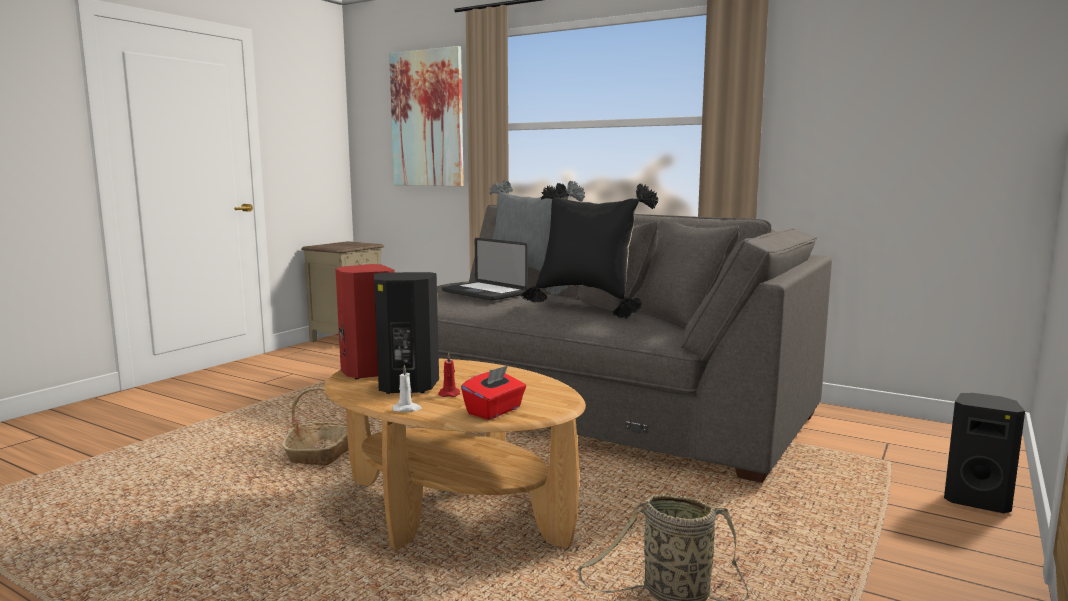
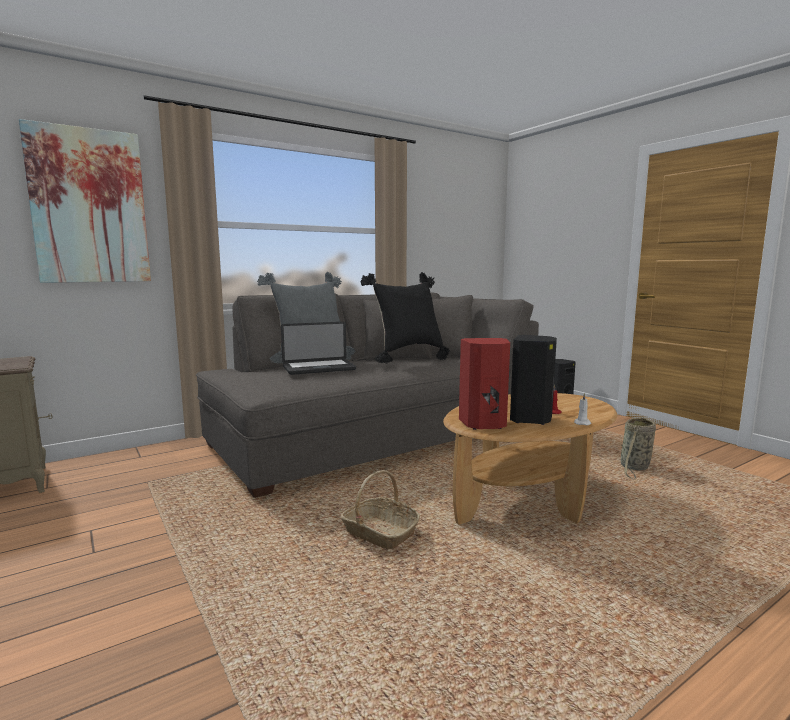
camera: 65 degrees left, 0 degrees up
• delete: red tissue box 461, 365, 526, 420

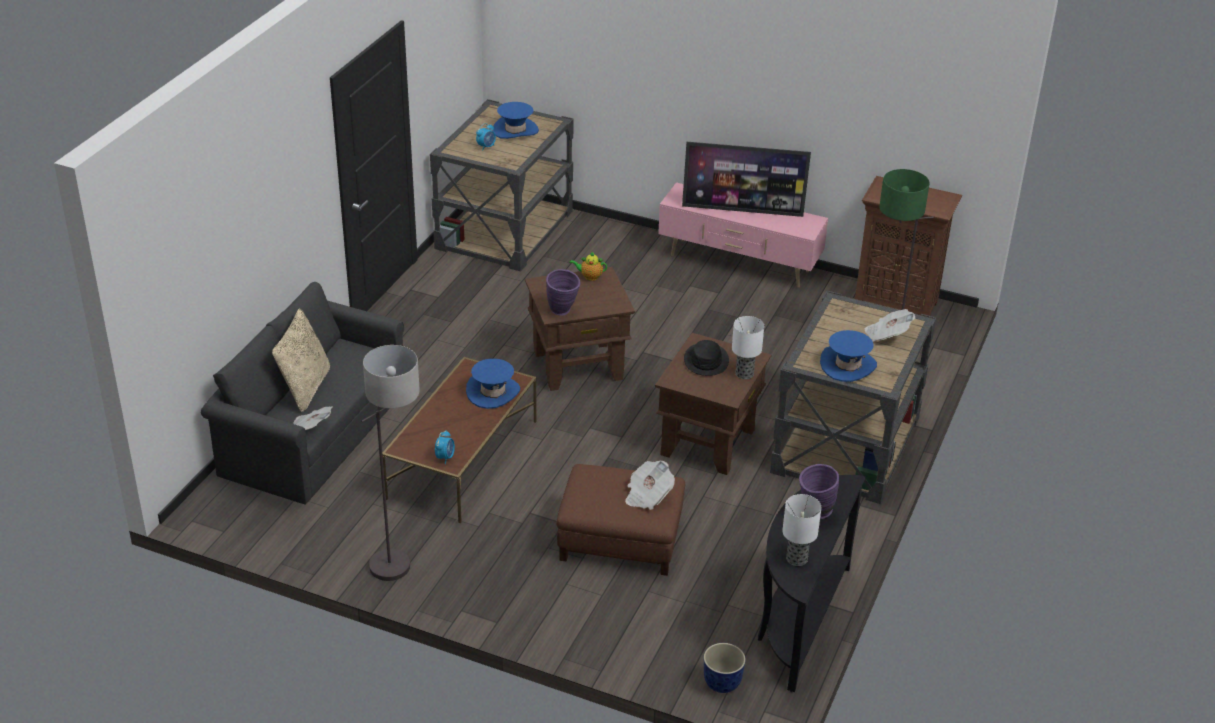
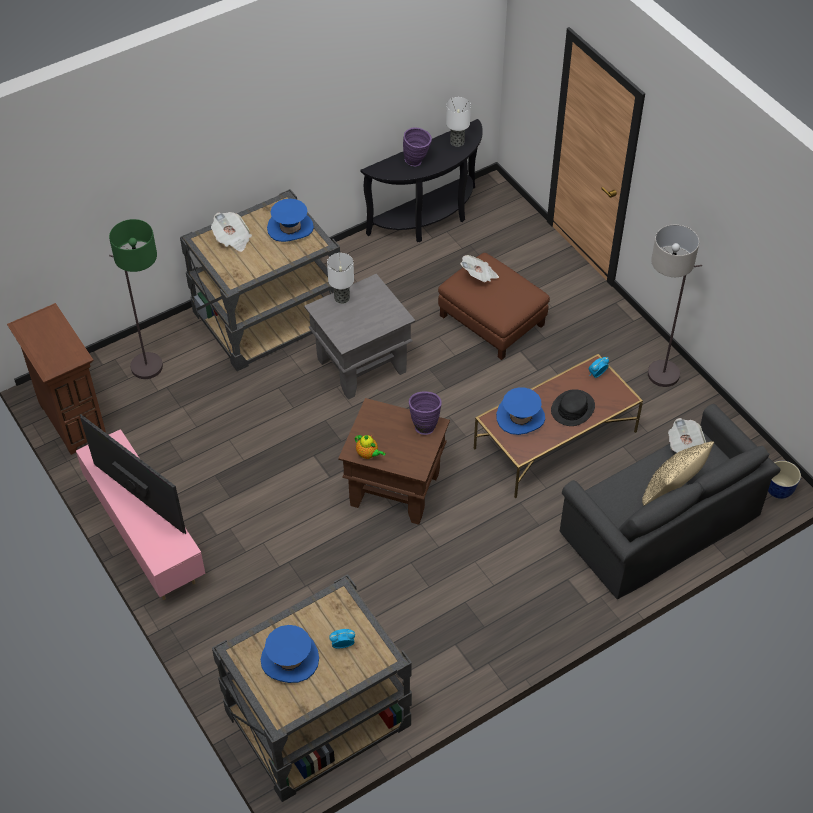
camera: 145 degrees left, 15 degrees up
• recolor: brown side table 655, 333, 772, 475 to grey side table 304, 274, 415, 400
• move: black hat 684, 340, 729, 376 to 551, 389, 595, 426
• move: planter 704, 643, 746, 693 to 768, 461, 801, 499

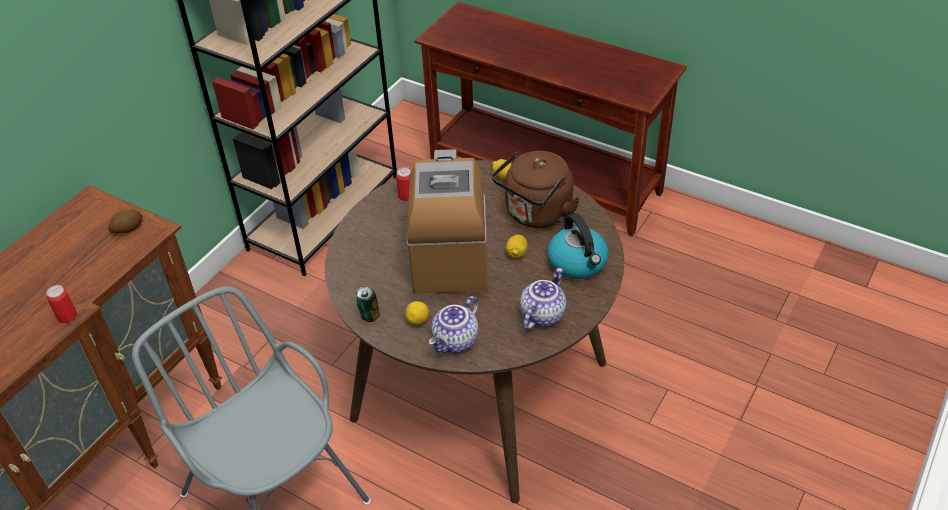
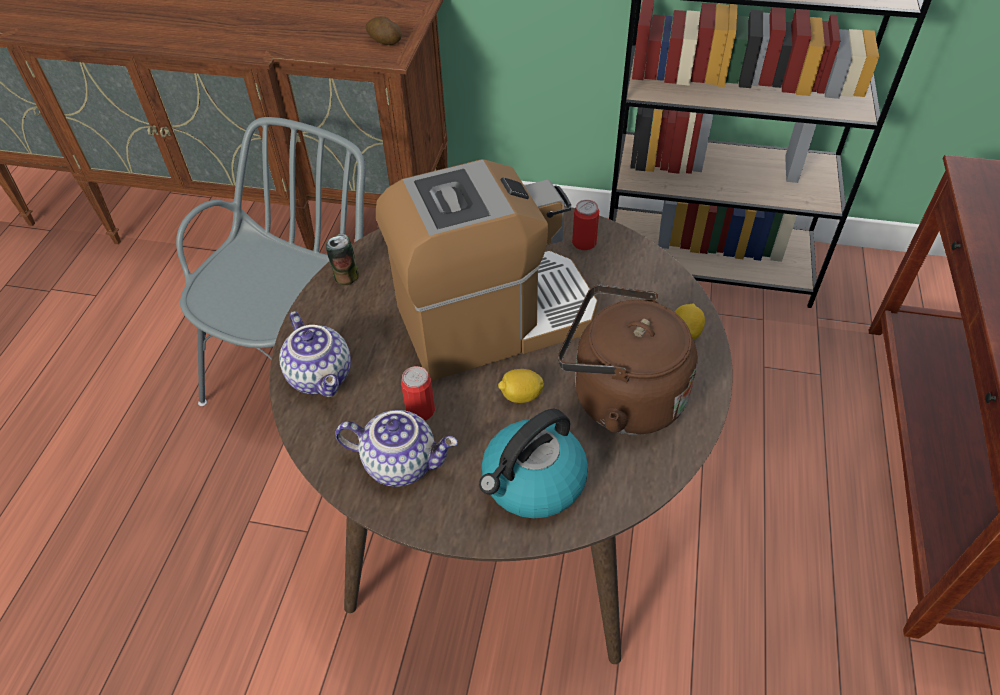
camera: 70 degrees right, 5 degrees up
• move: can 46, 285, 77, 323 to 401, 366, 435, 421
• delete: lemon 405, 301, 429, 325
• rotate: teapot 429, 296, 479, 353 = 279, 311, 351, 397 135 degrees counterclockwise

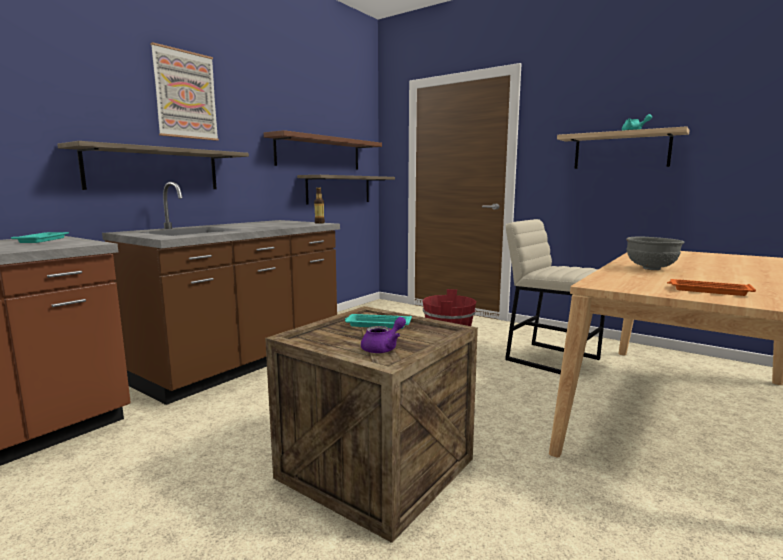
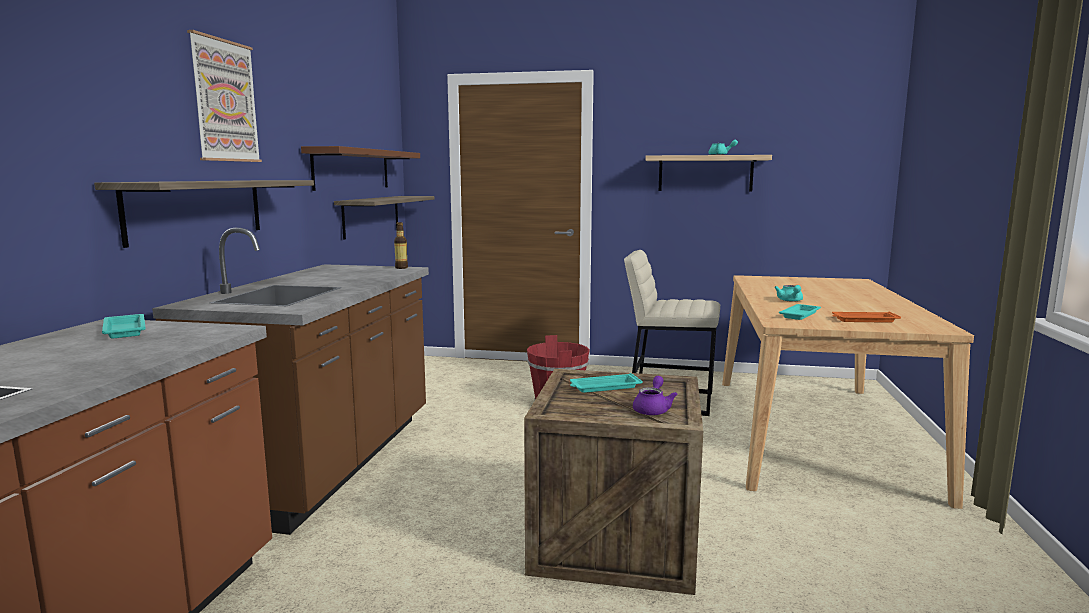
camera: 25 degrees left, 0 degrees up
• replace: grey bowl 626, 237, 684, 270 to turquoise teapot 774, 285, 803, 302
• insert: turquoise tray 779, 304, 821, 320

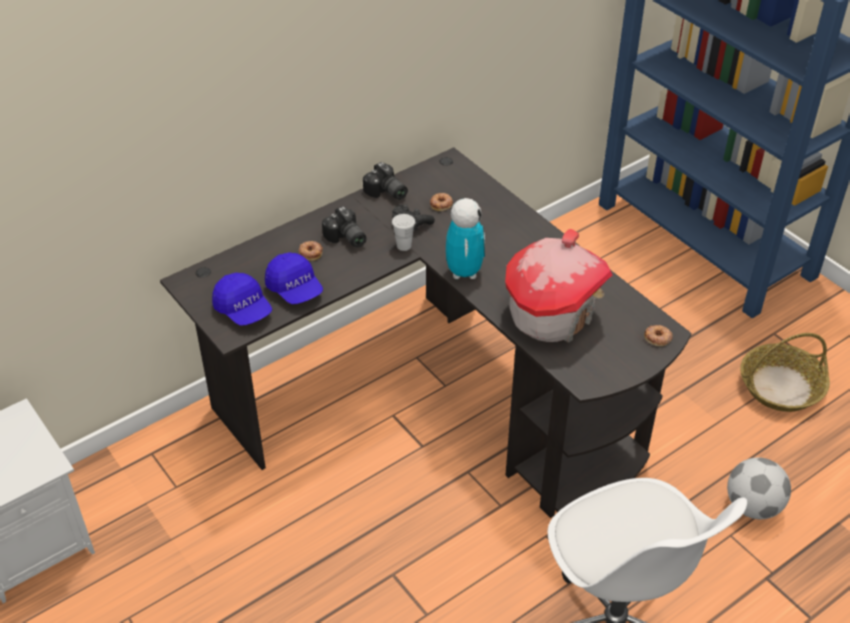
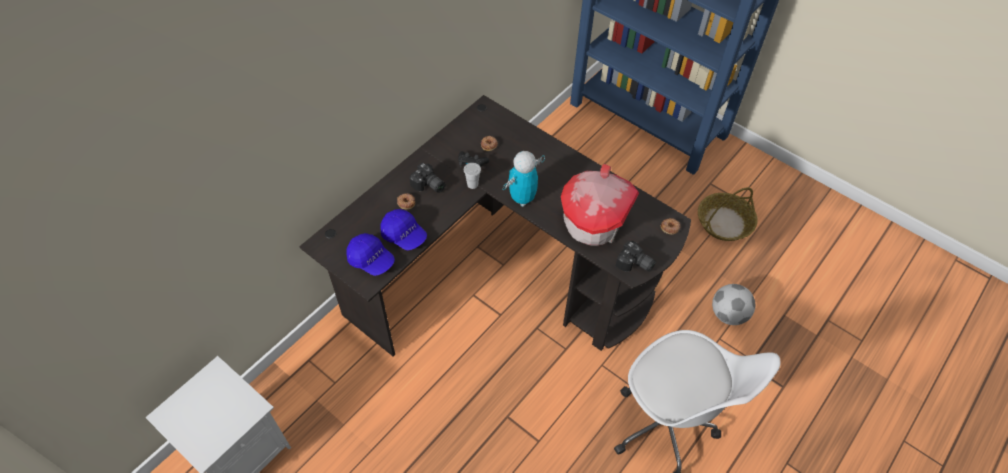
camera: 15 degrees left, 10 degrees up
• move: photo camera 363, 162, 408, 200 to 615, 241, 656, 272
• rotate: toy robot 446, 198, 485, 279 = 502, 151, 545, 207 120 degrees counterclockwise

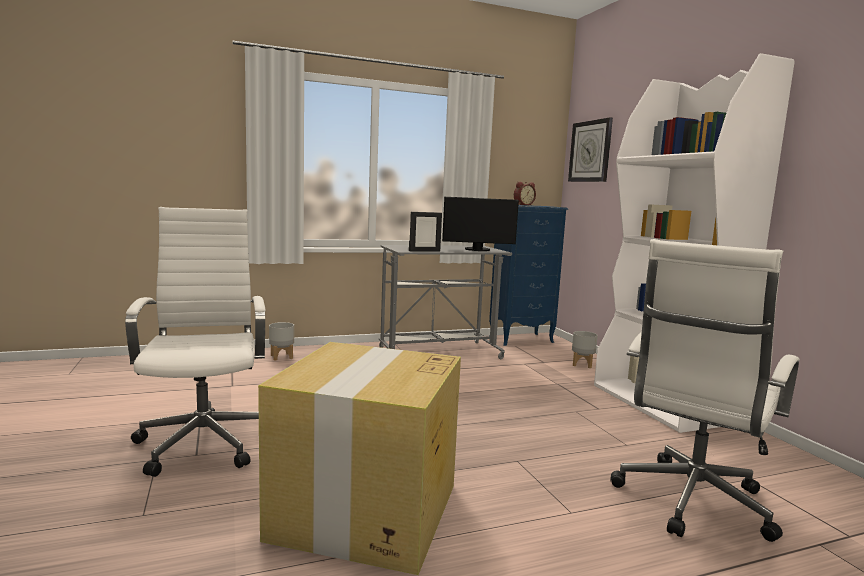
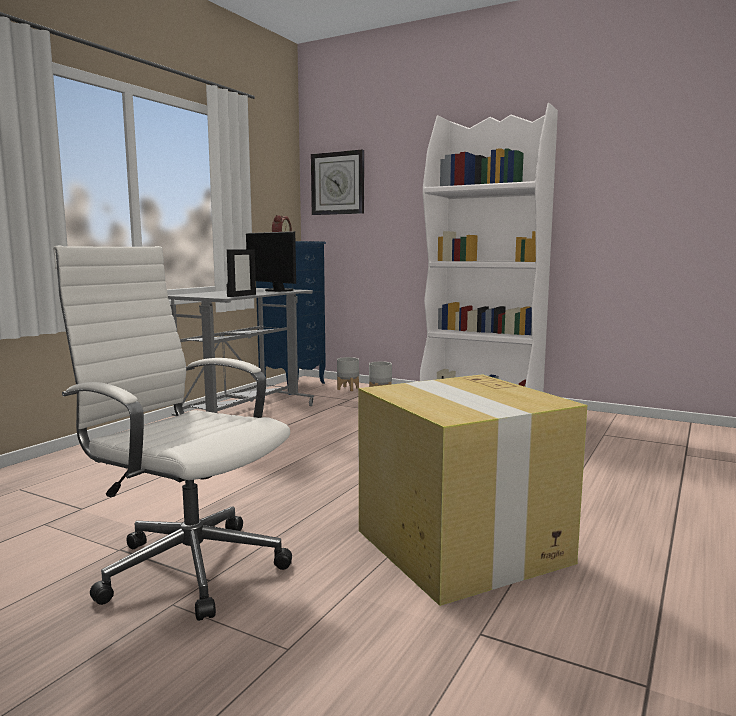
camera: 40 degrees left, 0 degrees up
• move: grey planter 269, 322, 294, 361 to 337, 357, 359, 391
• rotate: monitor 442, 197, 519, 251 = 246, 231, 296, 292 90 degrees clockwise
• delete: white office chair 611, 239, 800, 542

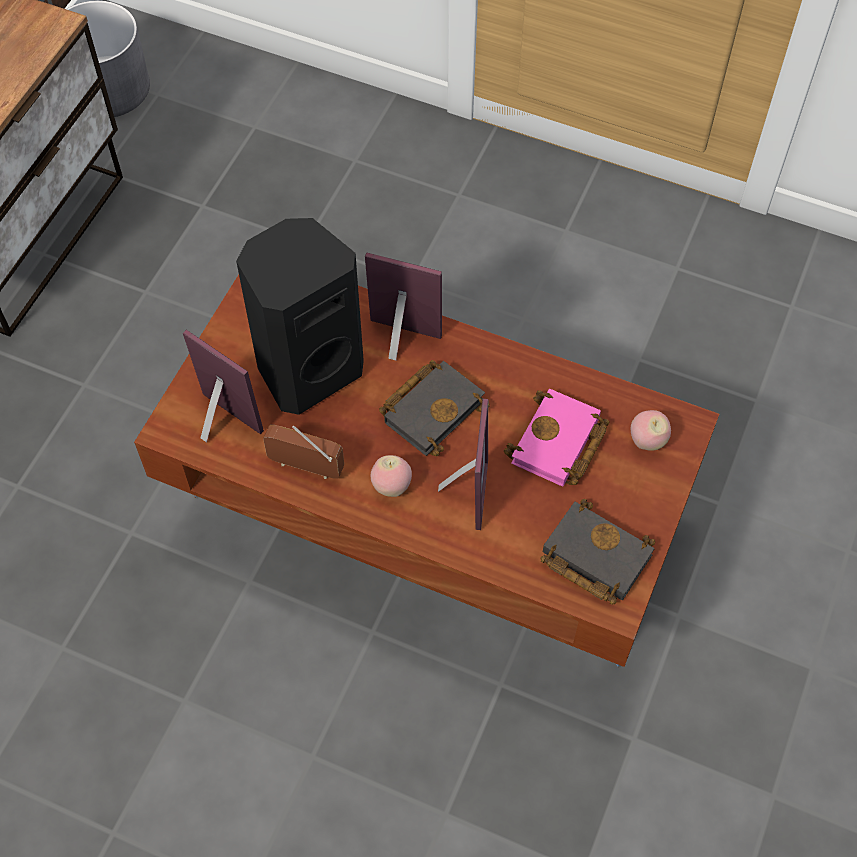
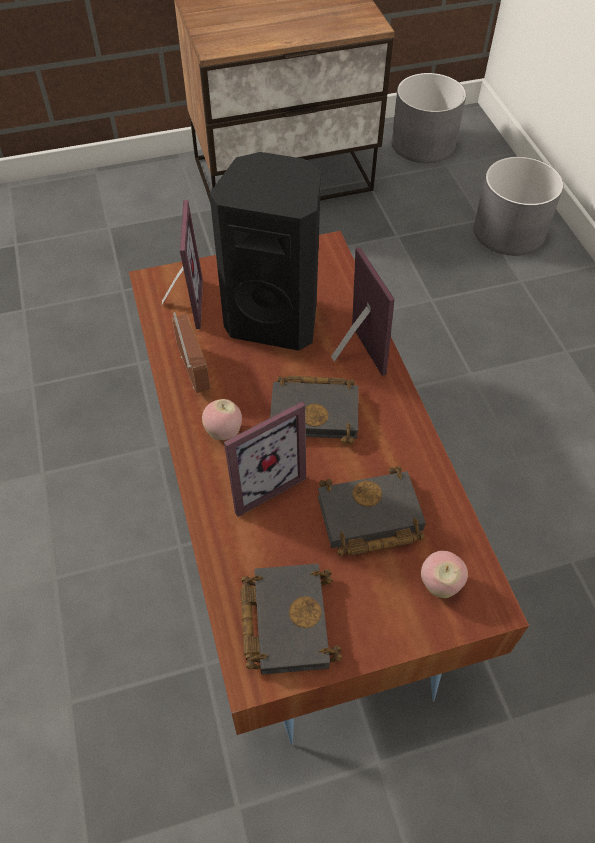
camera: 50 degrees right, 5 degrees down
• recolor: pink book 504, 389, 609, 487 to black book 318, 466, 426, 556
• insert: grey planter 474, 157, 563, 256

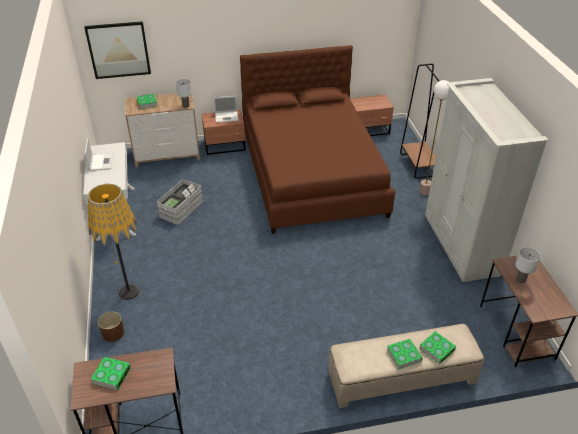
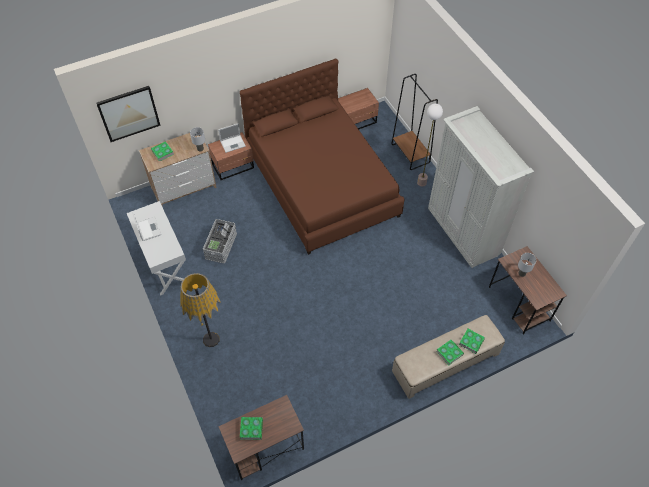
camera: 15 degrees left, 15 degrees up
• delete: brown planter 98, 311, 124, 342

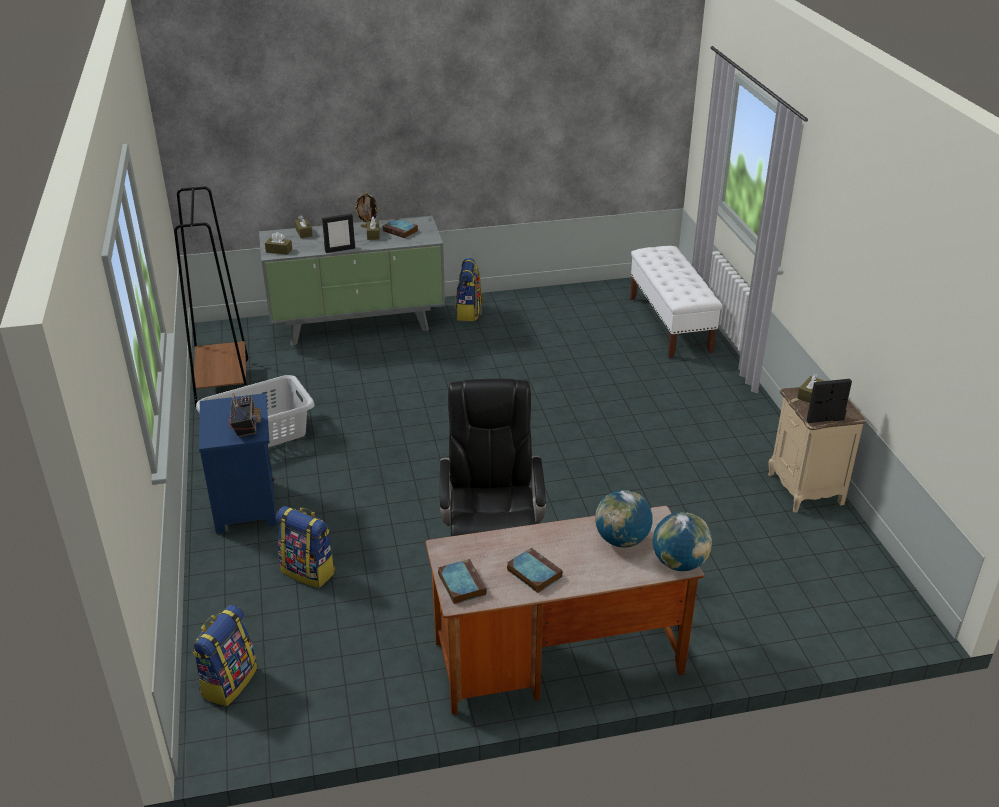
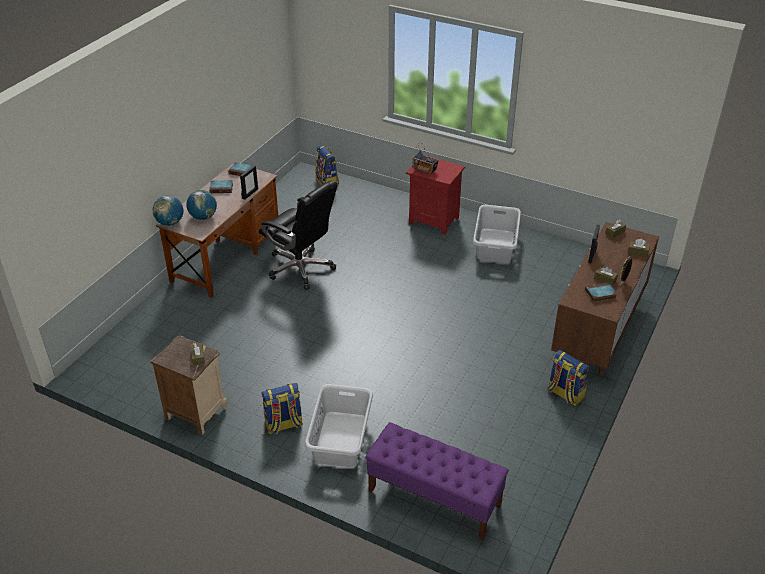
camera: 130 degrees right, 5 degrees up
• delete: clothes rack 174, 187, 248, 407
• recolor: blue nightstand 199, 393, 277, 534 to red nightstand 406, 156, 465, 234
• recolor: grey dresser 259, 216, 445, 346 to brown dresser 551, 222, 659, 376
• move: backpack 276, 506, 335, 588 to 261, 383, 303, 434
• recolor: white bench 630, 246, 722, 358 to purple bench 365, 422, 509, 541
• move: picture frame 807, 379, 852, 423 to 240, 165, 258, 200
• insert: grey laundry basket 305, 384, 373, 467

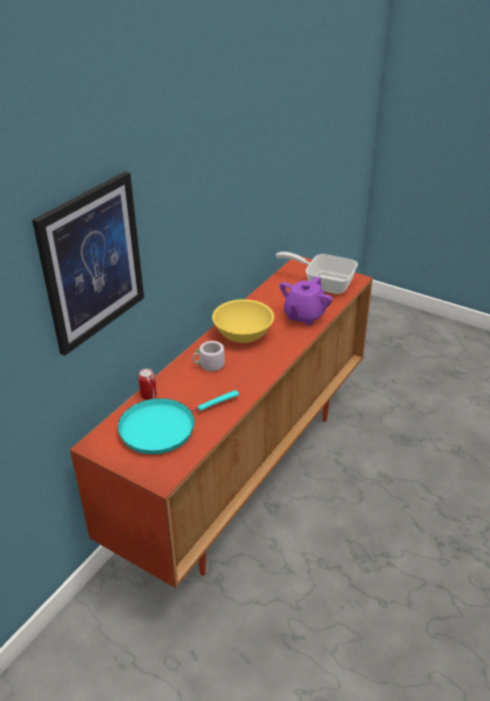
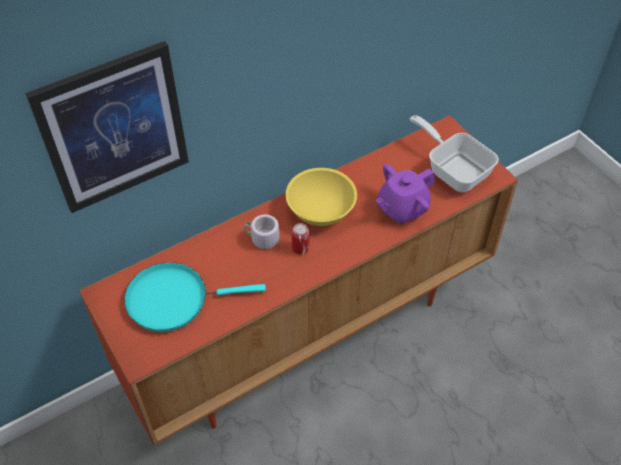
camera: 25 degrees right, 15 degrees up
• move: can 138, 368, 157, 400 to 292, 223, 309, 254

